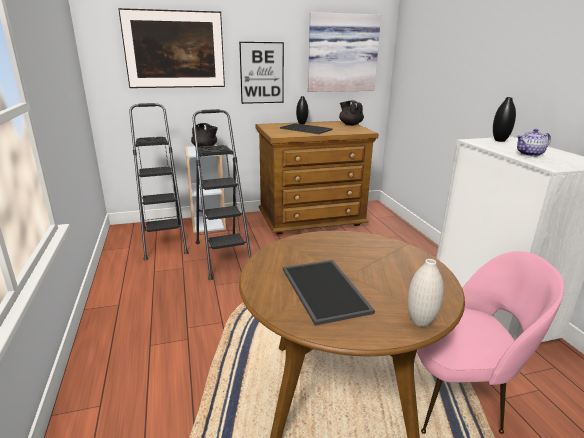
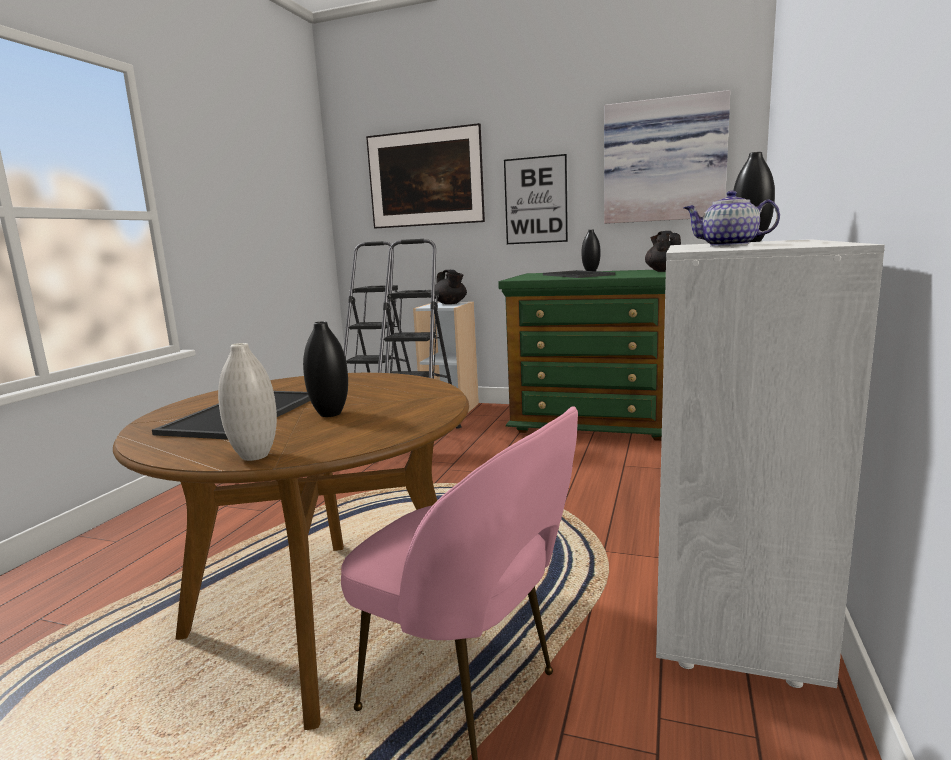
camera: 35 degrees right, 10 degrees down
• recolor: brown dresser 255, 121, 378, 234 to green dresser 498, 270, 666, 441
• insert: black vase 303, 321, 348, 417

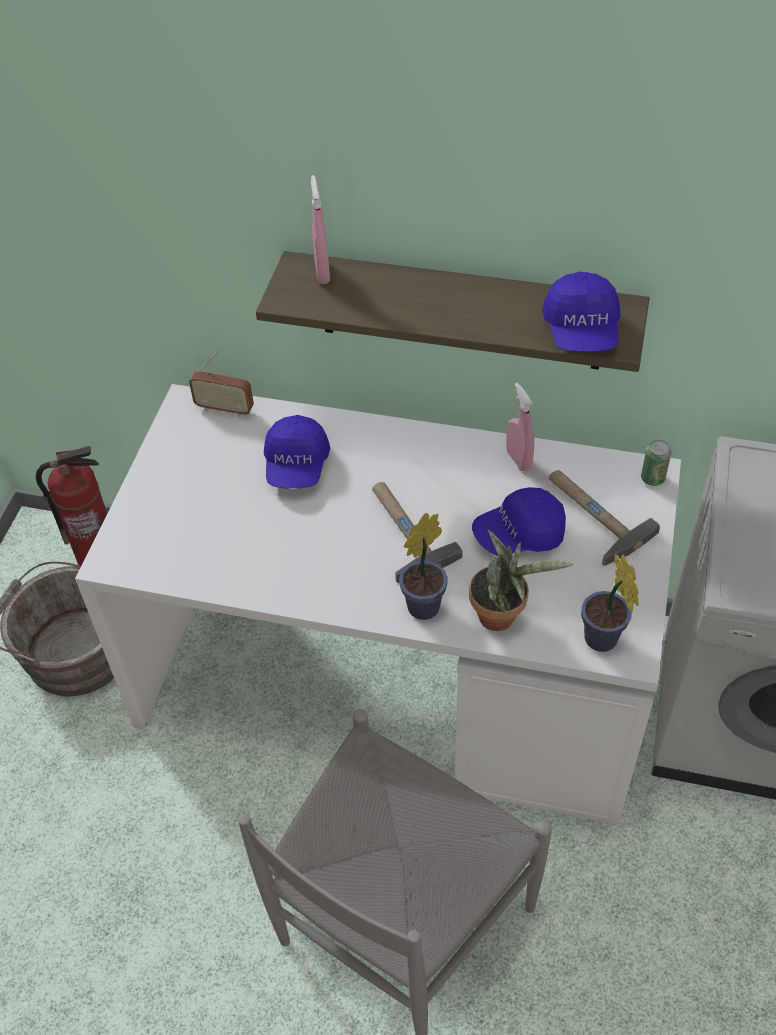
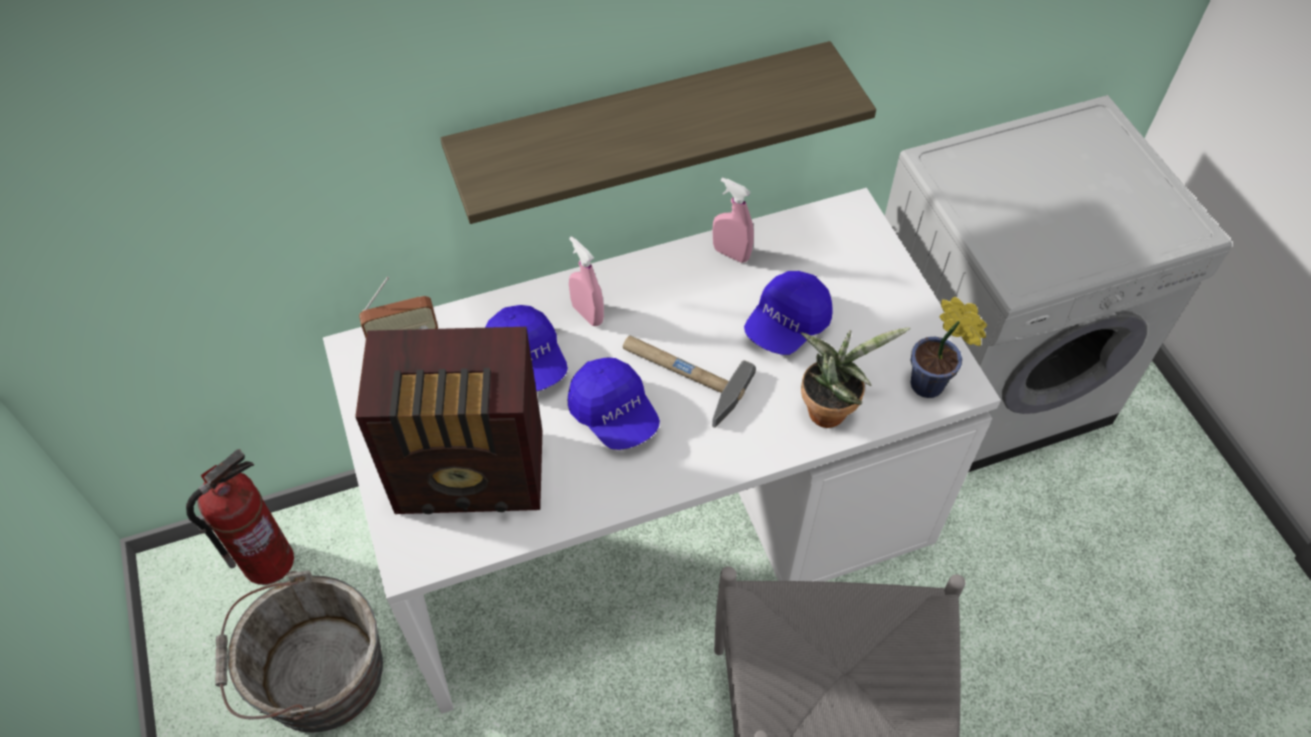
camera: 35 degrees left, 5 degrees up
• move: pink spray bottle 311, 175, 330, 284 to 569, 236, 604, 326
• delete: potted plant 399, 513, 448, 620
• move: blue cap 542, 271, 620, 352 to 568, 357, 660, 450
• delete: hammer 549, 470, 660, 566
• delete: can 641, 440, 671, 486
• insert: radio 355, 327, 542, 514

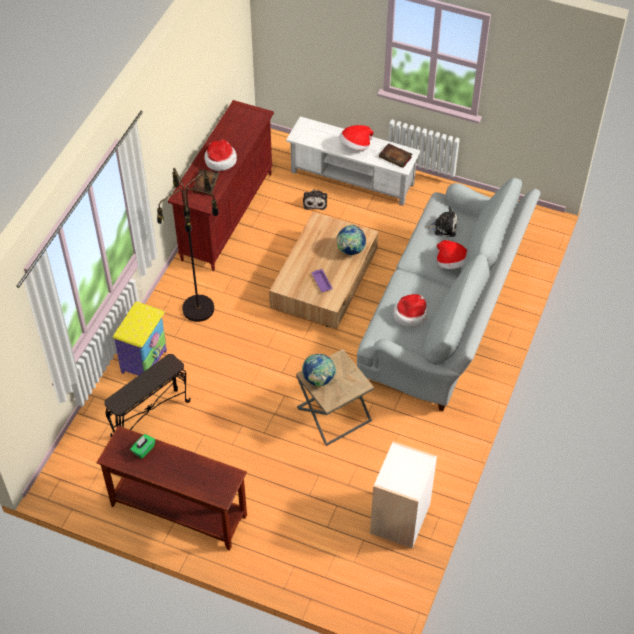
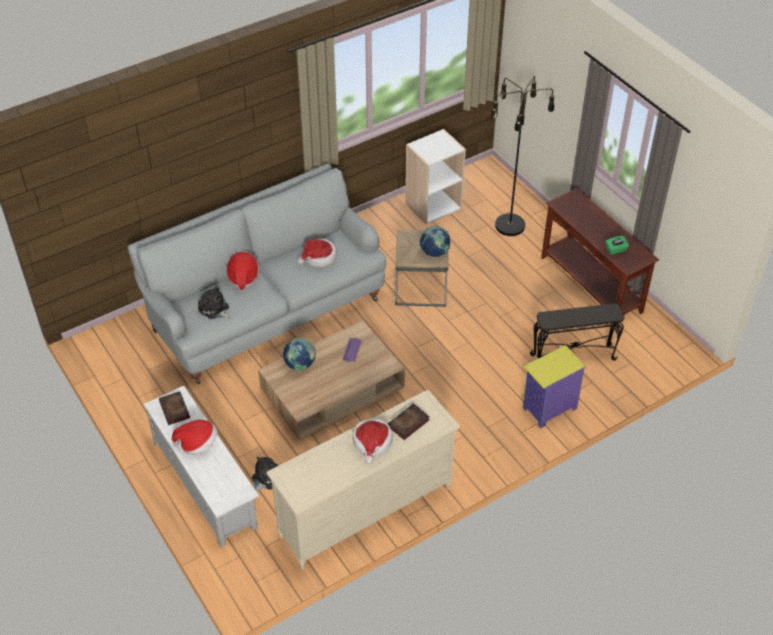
camera: 145 degrees left, 5 degrees down
• move: floor lamp 157, 168, 219, 322 to 491, 76, 554, 236
• recolor: red dresser 168, 100, 274, 271 to beige dresser 266, 390, 460, 570

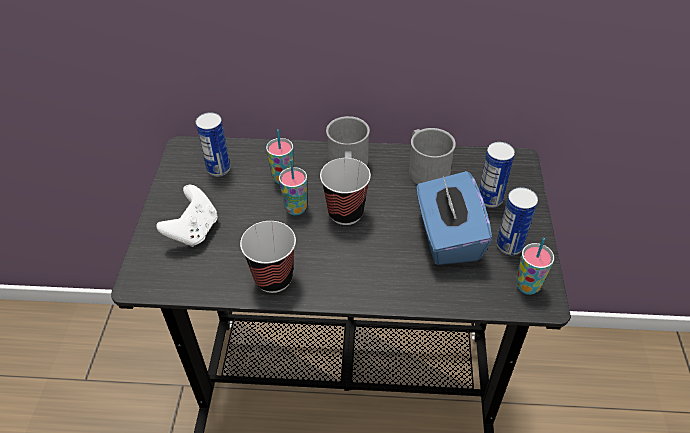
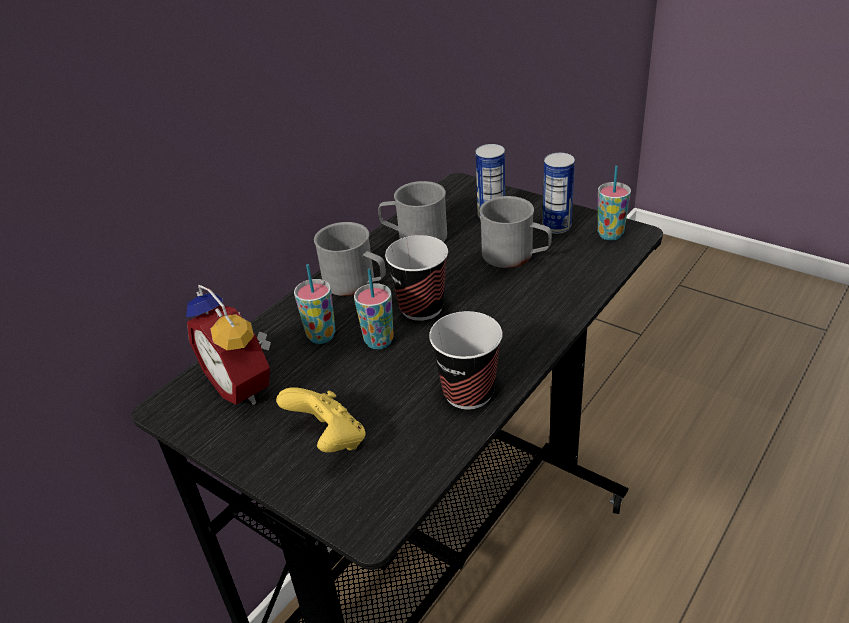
camera: 55 degrees left, 10 degrees down
• recolor: white game controller 156, 185, 218, 247 to yellow game controller 276, 388, 366, 452
• replace: can 196, 112, 231, 177 to alarm clock 186, 284, 271, 405
• replace: blue tissue box 416, 171, 492, 265 to grey mug 480, 196, 552, 268

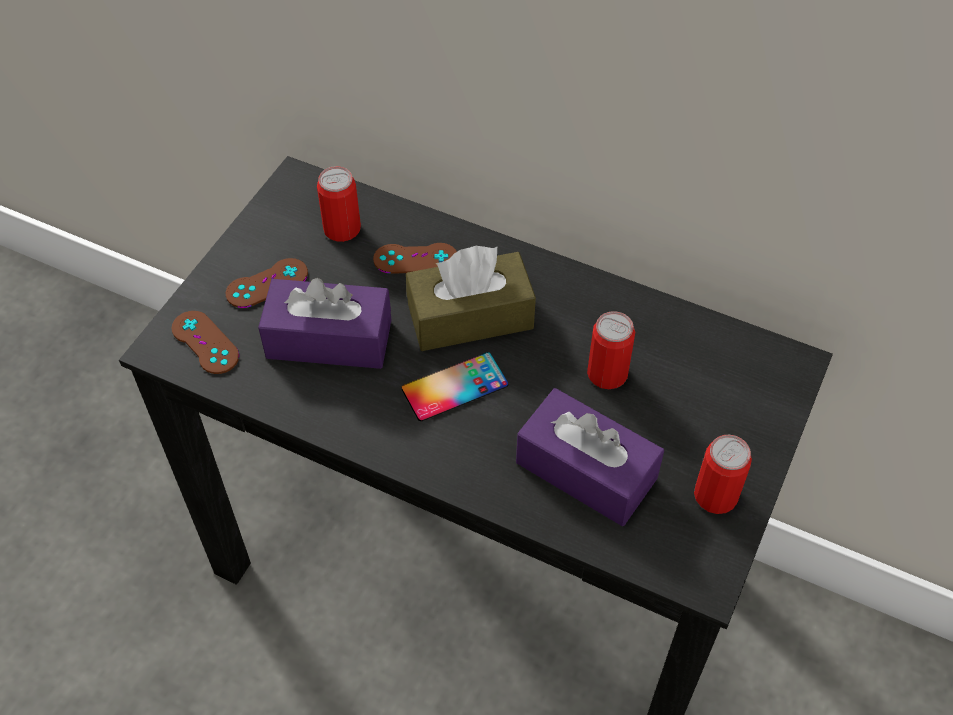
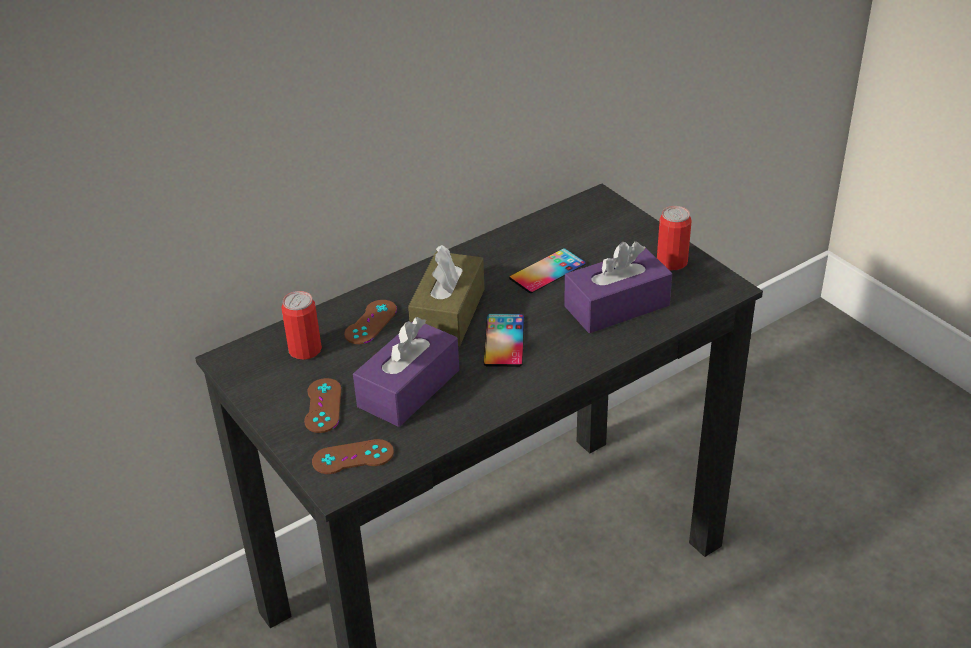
camera: 60 degrees left, 15 degrees down
• replace: can 587, 311, 635, 389 to phone 509, 248, 586, 293

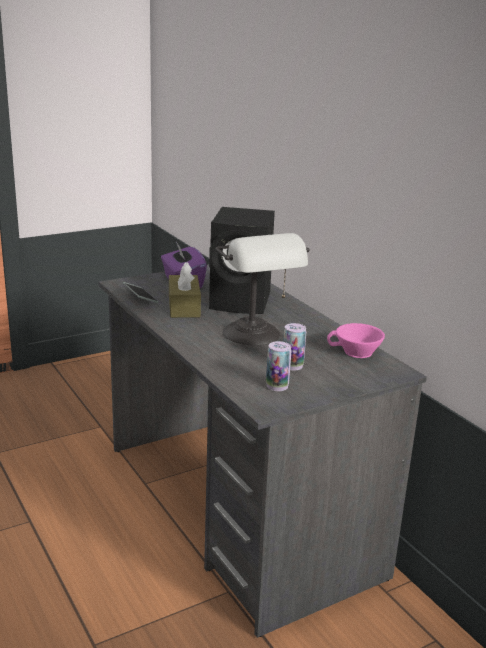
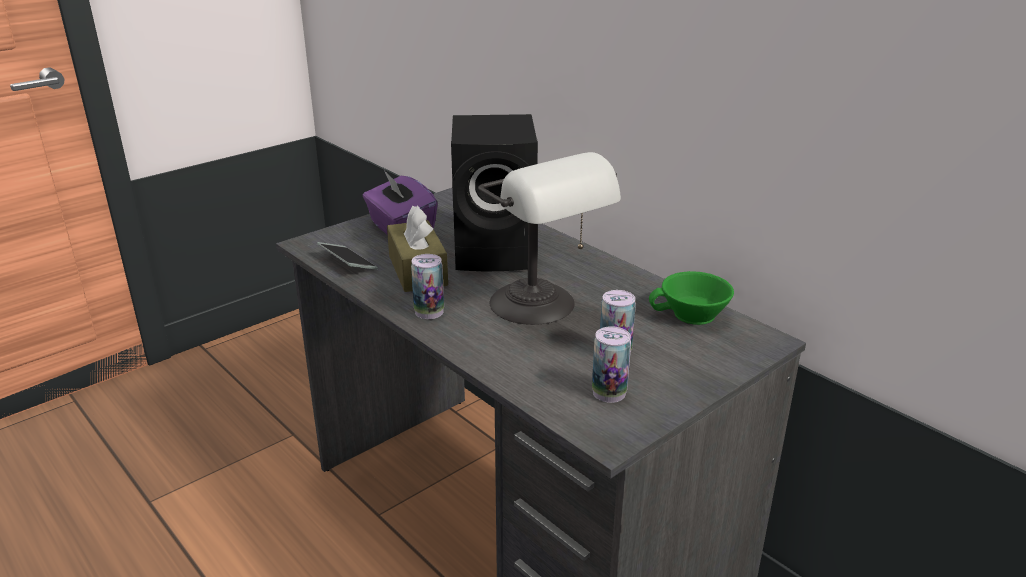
camera: 10 degrees left, 5 degrees up
• recolor: pink cup 327, 323, 385, 358 to green cup 649, 271, 734, 325
• insert: can 411, 254, 444, 319

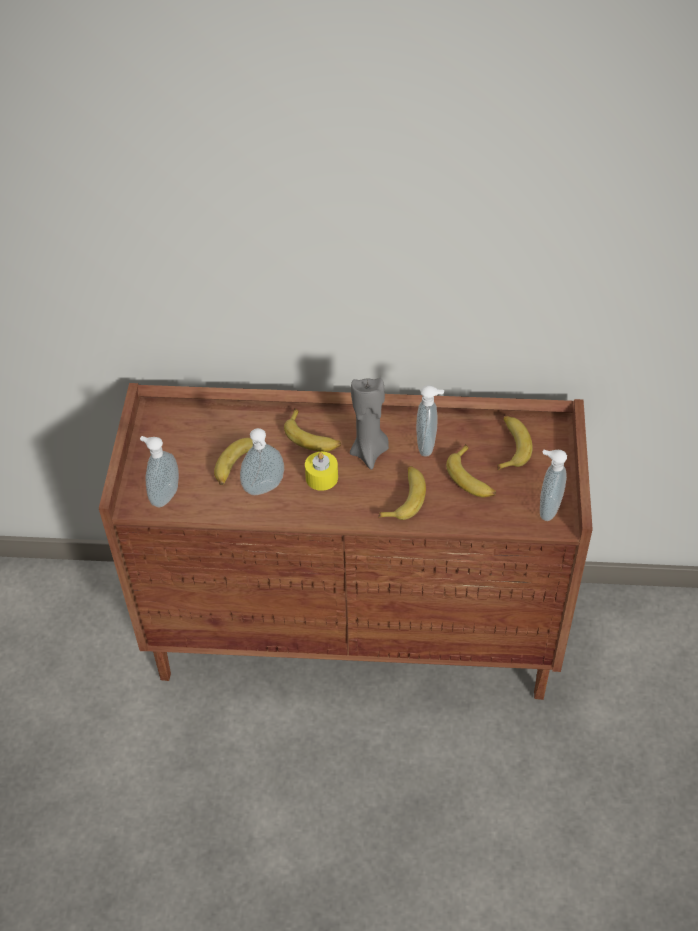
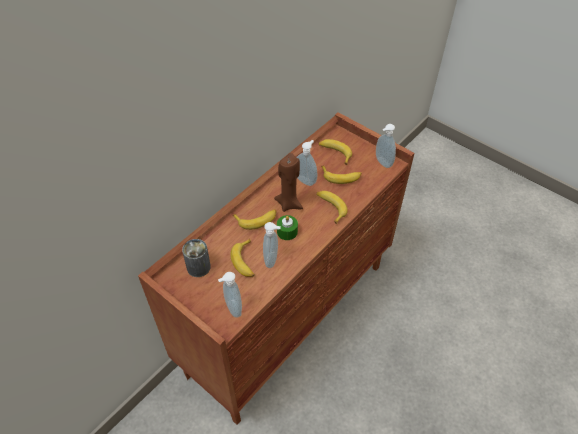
camera: 55 degrees left, 0 degrees up
• recolor: yellow candle 305, 452, 338, 491 to green candle 277, 215, 298, 240
• recolor: grey candle 350, 378, 389, 470 to brown candle 274, 153, 303, 212
• insert: can 182, 239, 211, 277

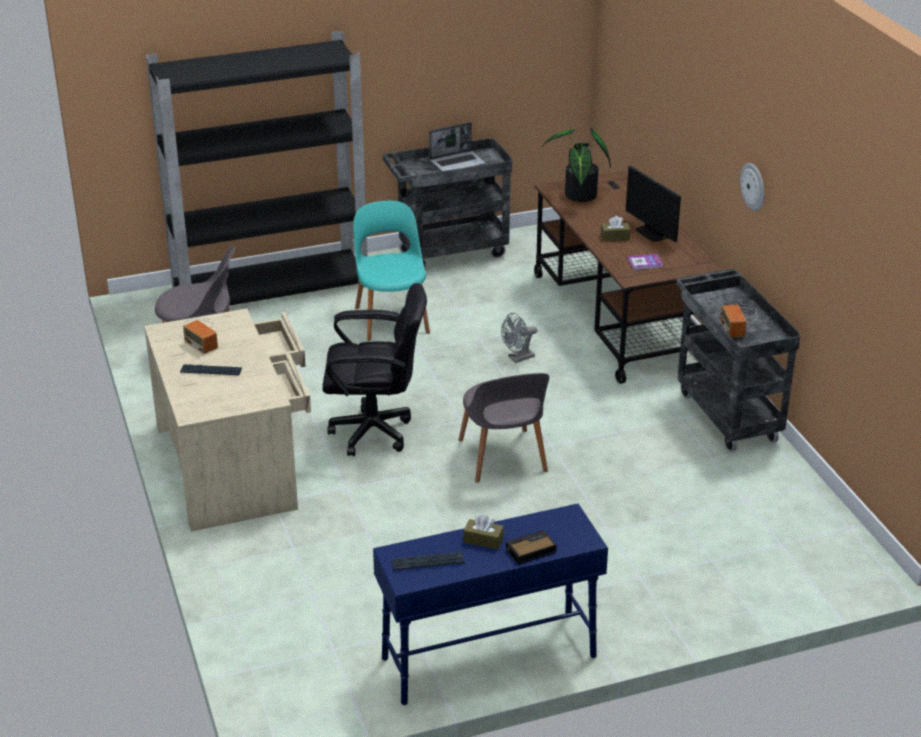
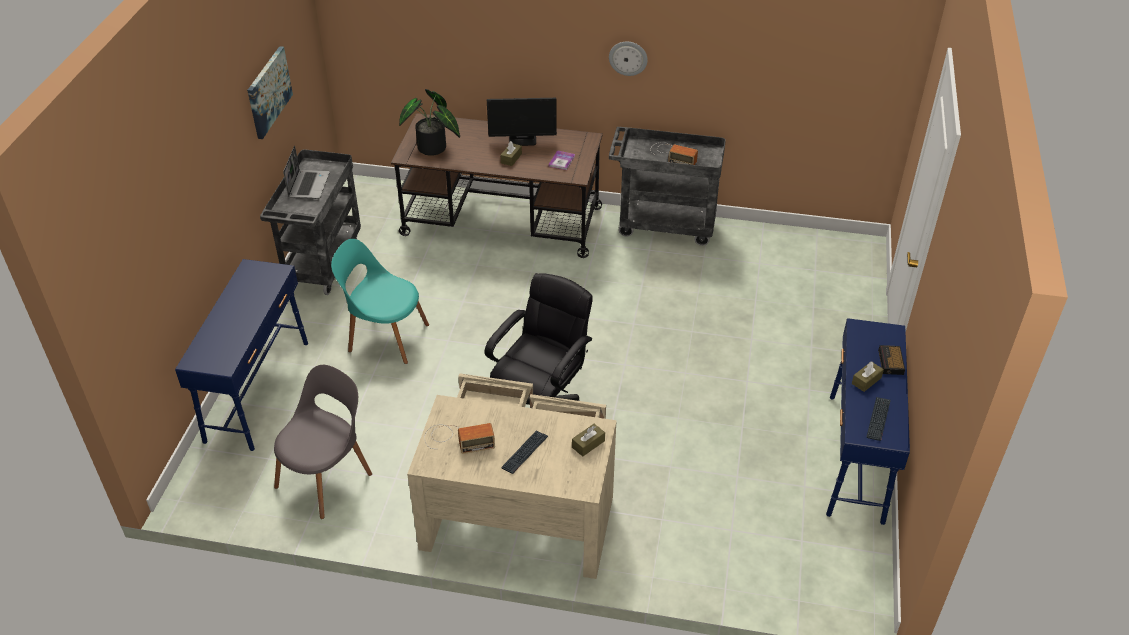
camera: 60 degrees left, 10 degrees up
• replace: black bookcase 146, 31, 368, 306 to blue console table 175, 259, 308, 451
• delete: grey chair 459, 373, 549, 483
• delete: grey fan 501, 313, 537, 363
• insert: picture 247, 46, 293, 139
• insert: brown tissue box 572, 424, 605, 457

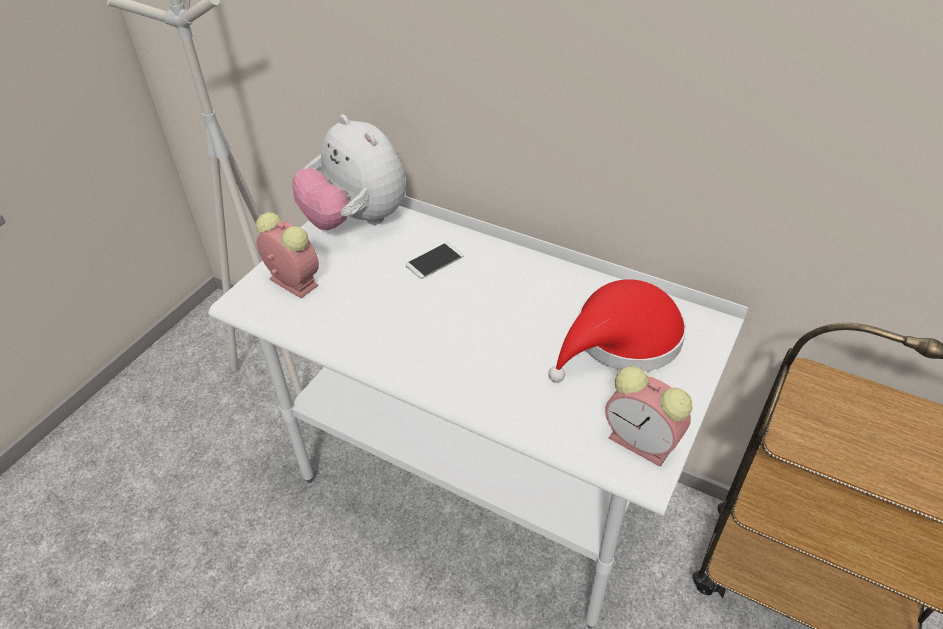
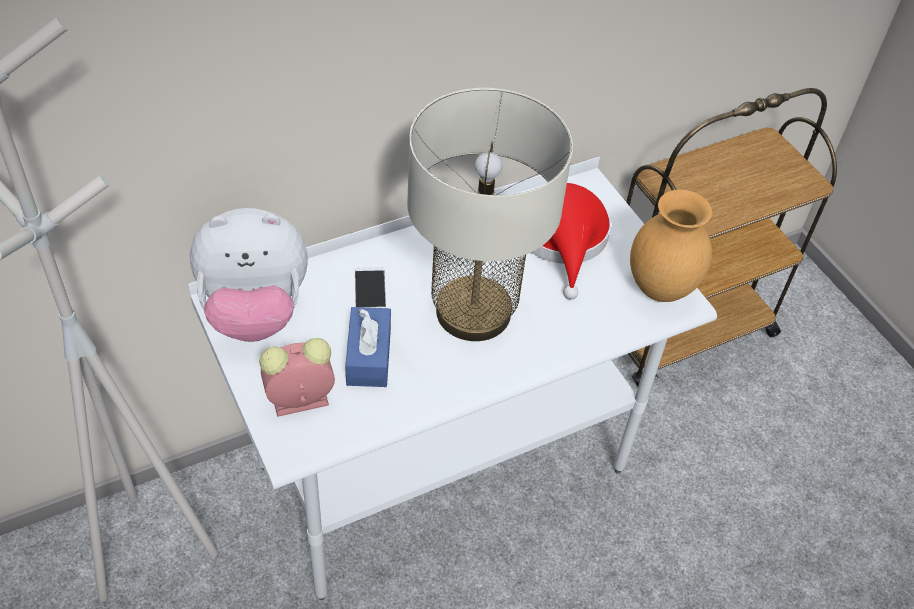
camera: 60 degrees left, 5 degrees up
• replace: alarm clock 605, 366, 692, 467 to brown vase 630, 190, 712, 302
• insert: blue tissue box 345, 307, 391, 387
• insert: table lamp 407, 88, 573, 341

